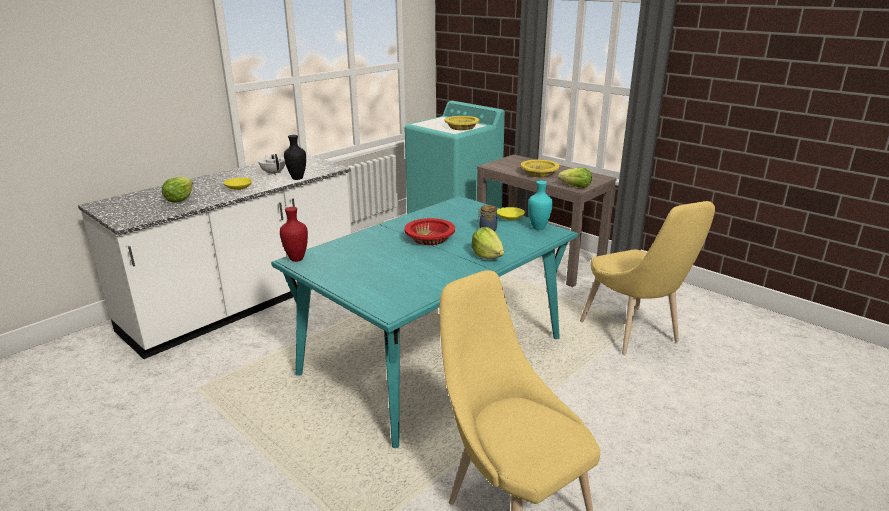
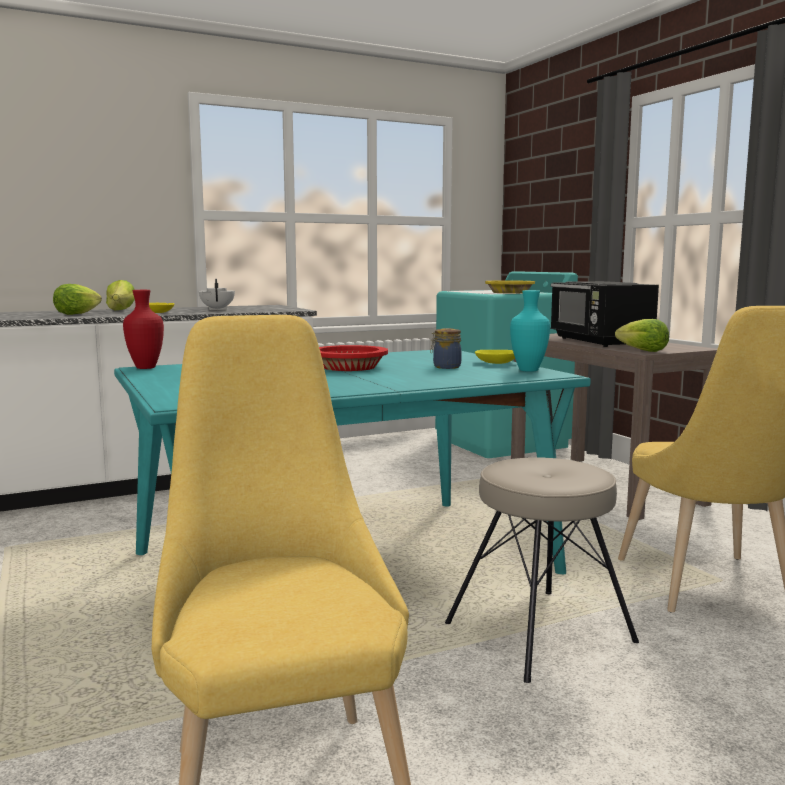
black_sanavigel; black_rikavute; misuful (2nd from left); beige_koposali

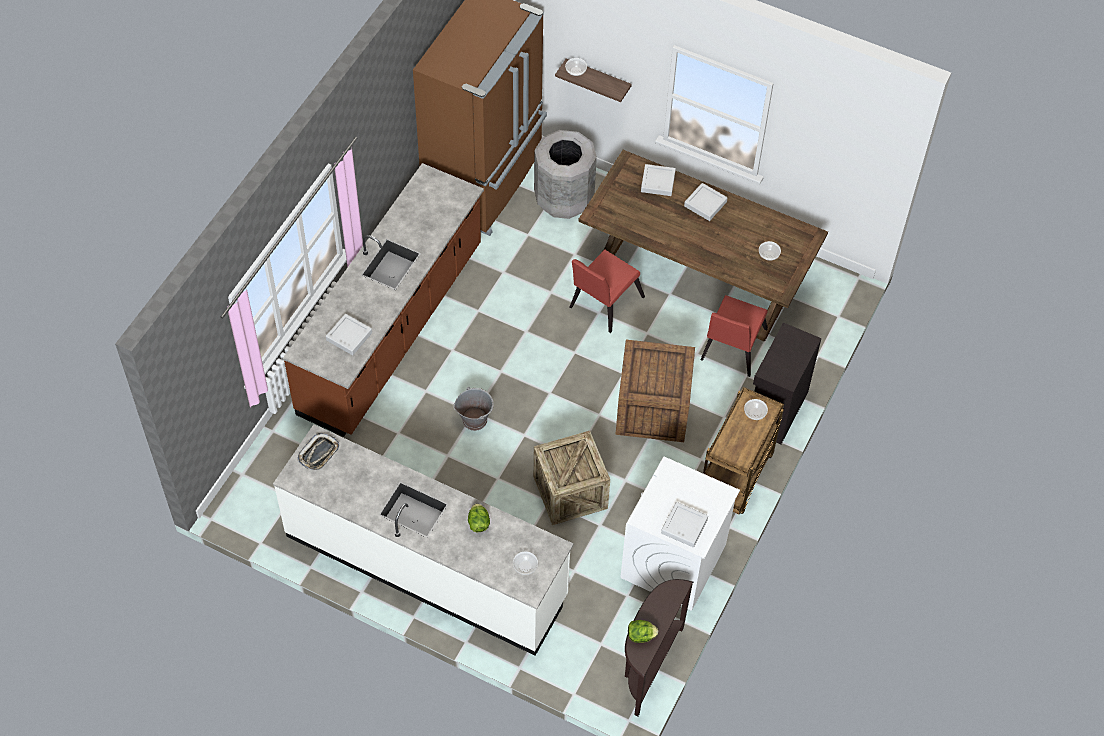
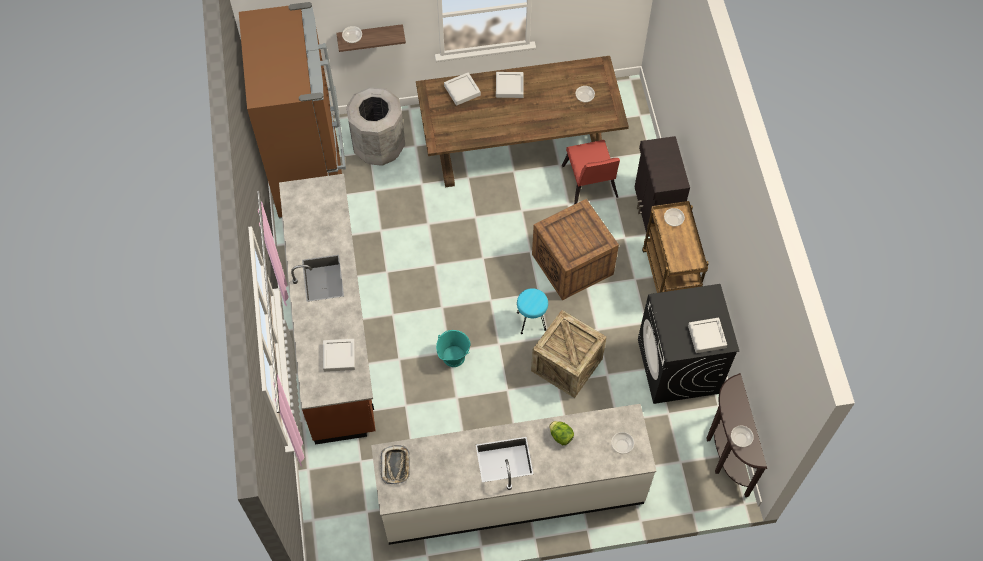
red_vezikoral (1st from left in the first image); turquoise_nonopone; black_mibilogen; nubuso (5th from left); turquoise_koposali

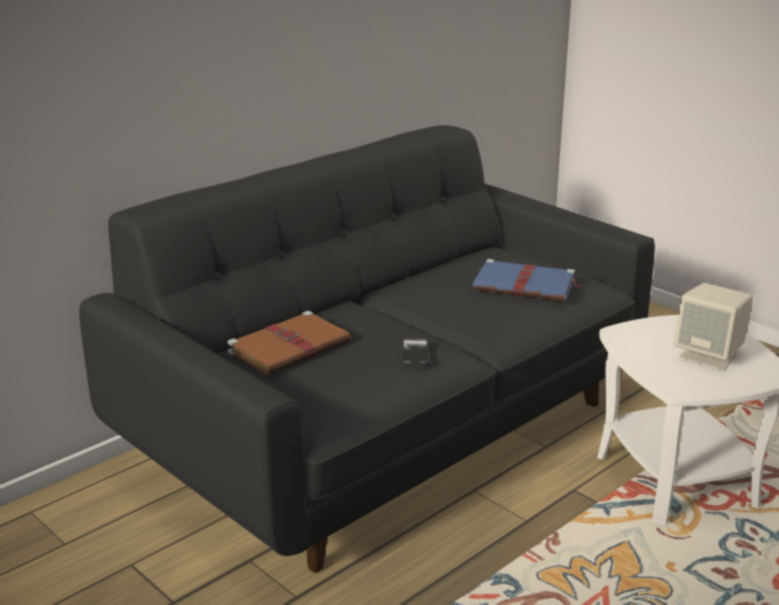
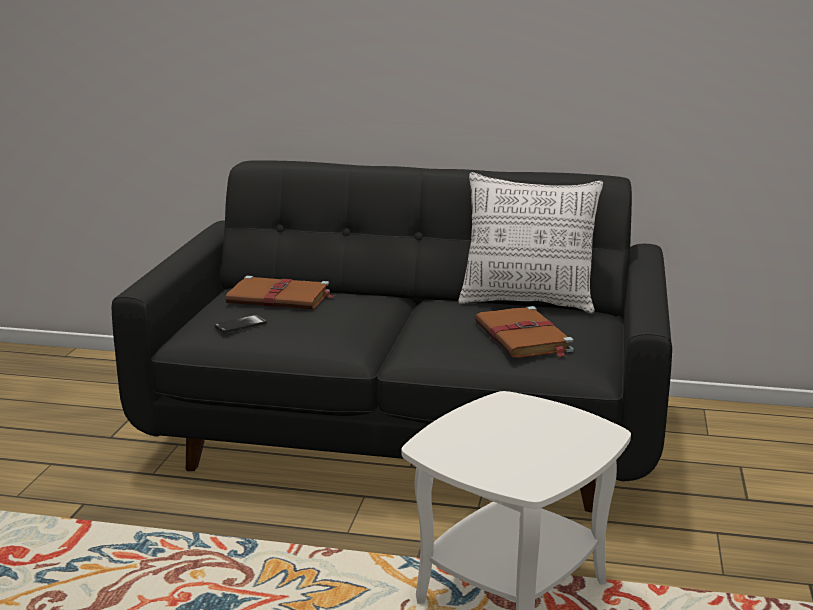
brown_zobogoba (2nd from left); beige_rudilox; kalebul; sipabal

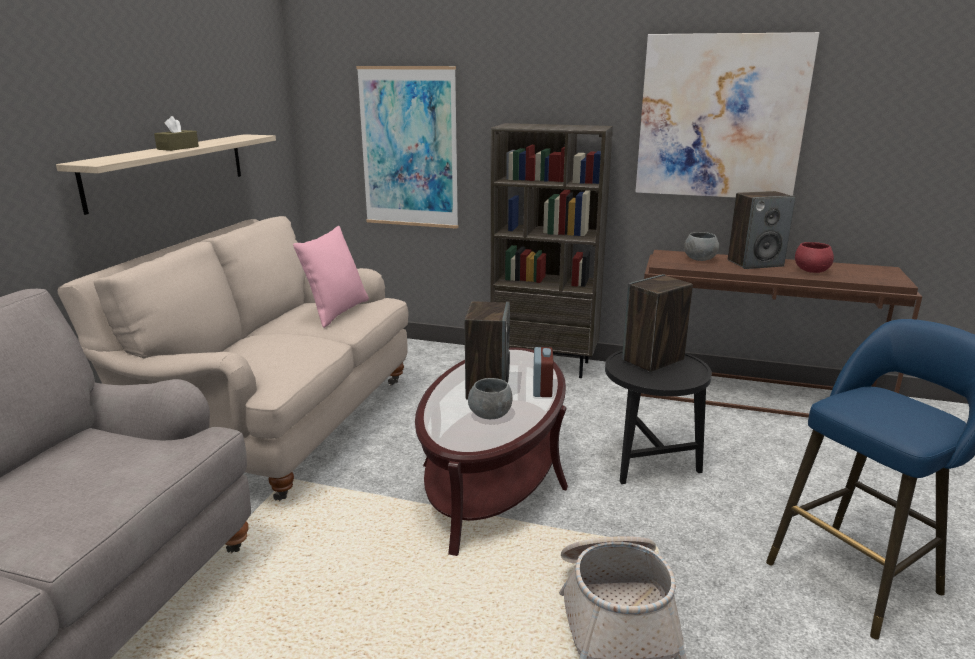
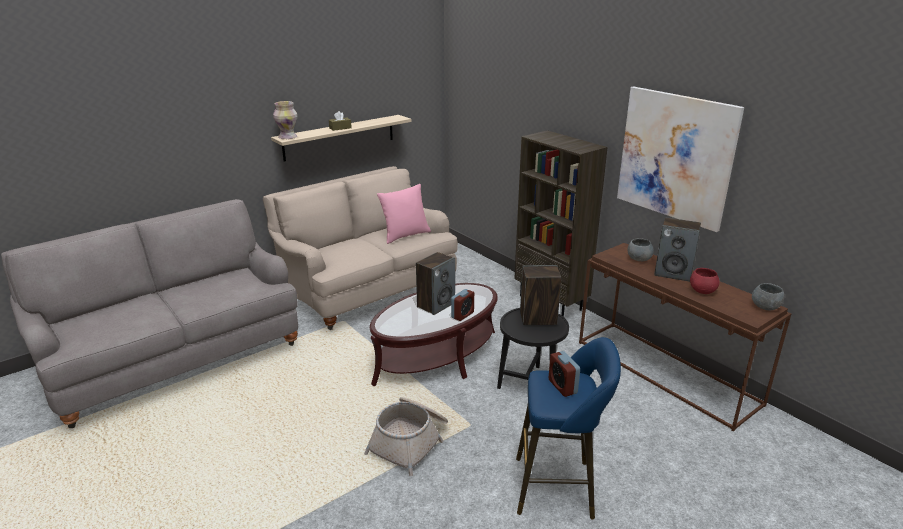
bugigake (1st from left in the first image); grey_nubuso (2nd from left); sanavigel; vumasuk (2nd from left)

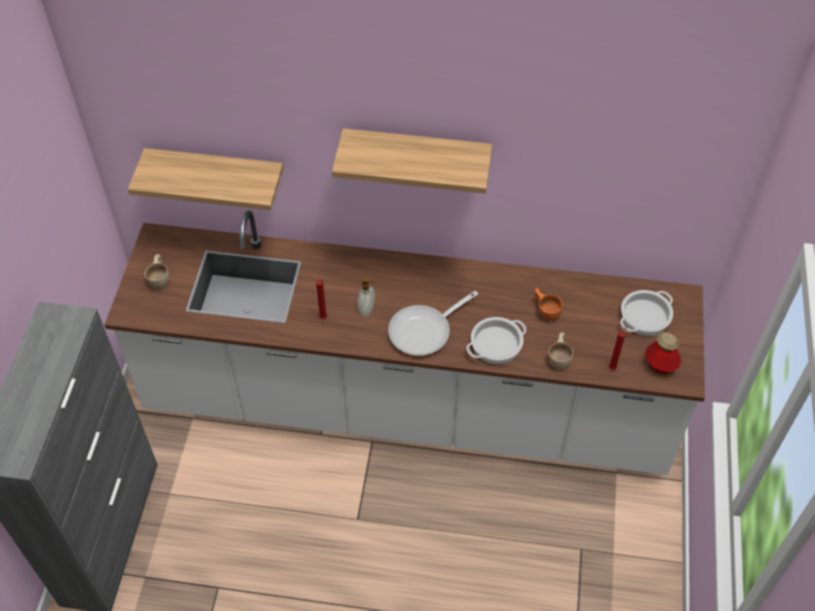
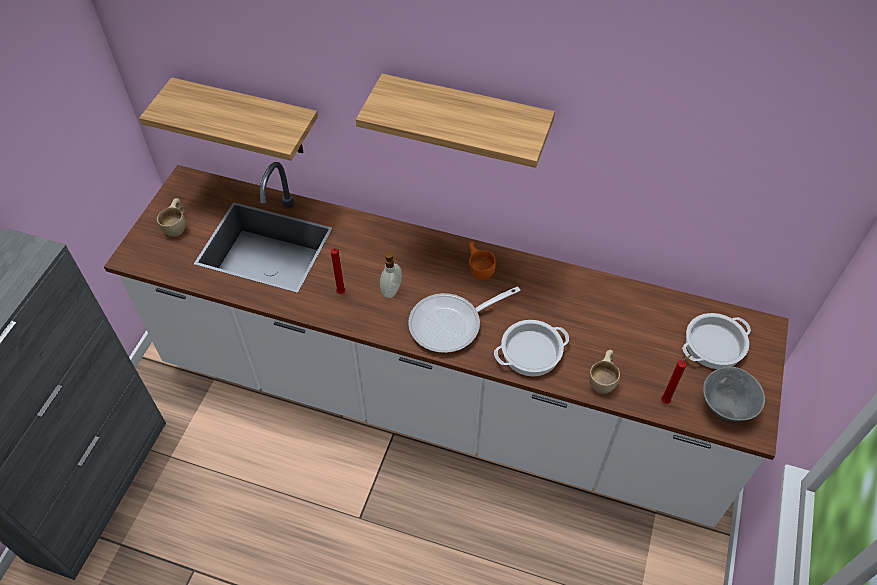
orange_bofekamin; grey_nubuso

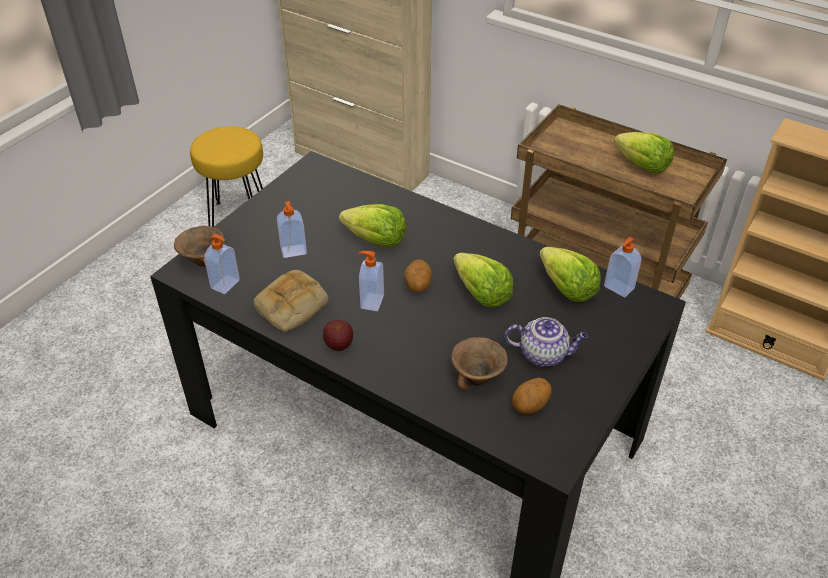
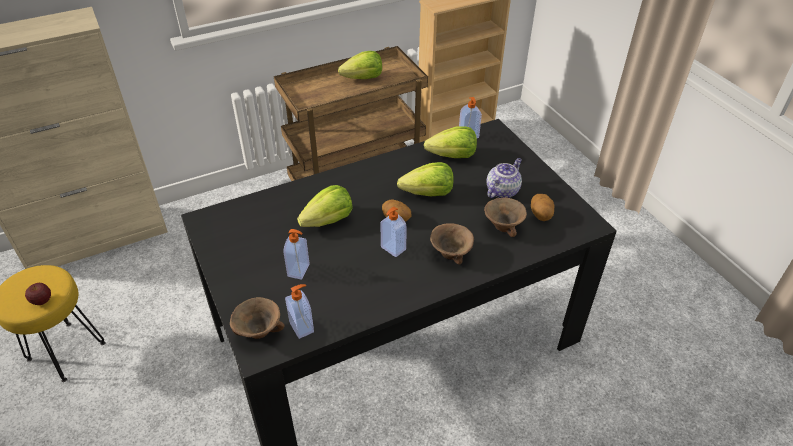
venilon; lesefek; brown_nubuso (2nd from left)

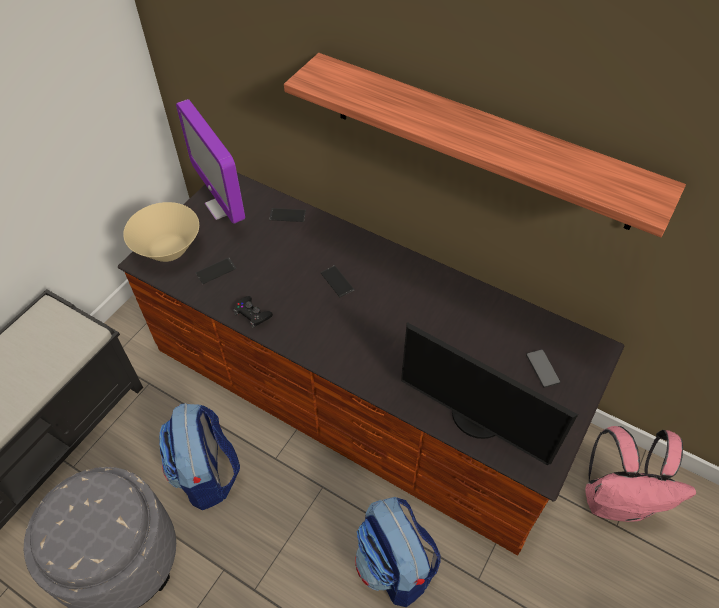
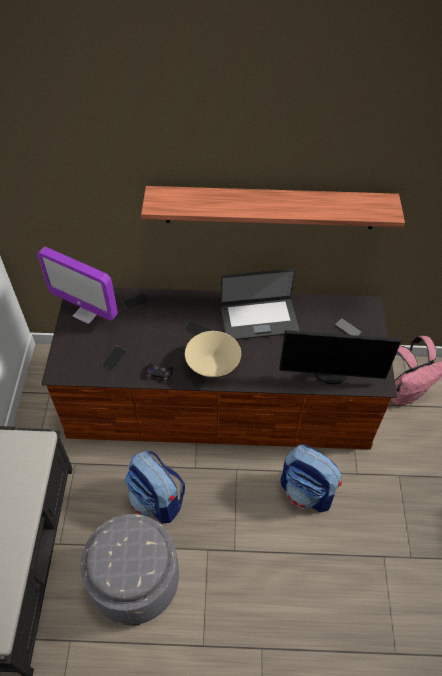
beige_nubuso; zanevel

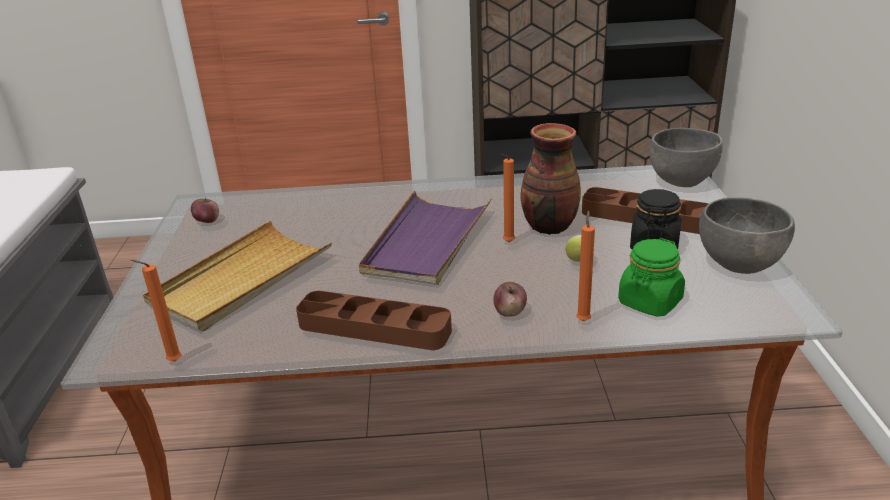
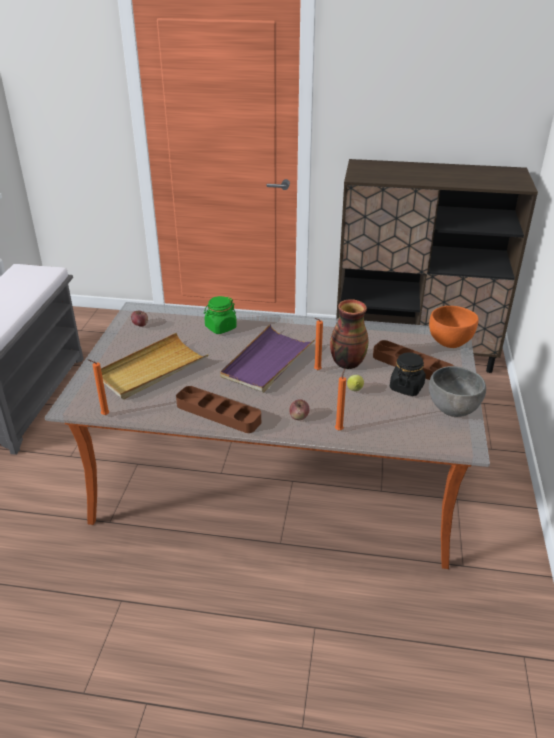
orange_nubuso; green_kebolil

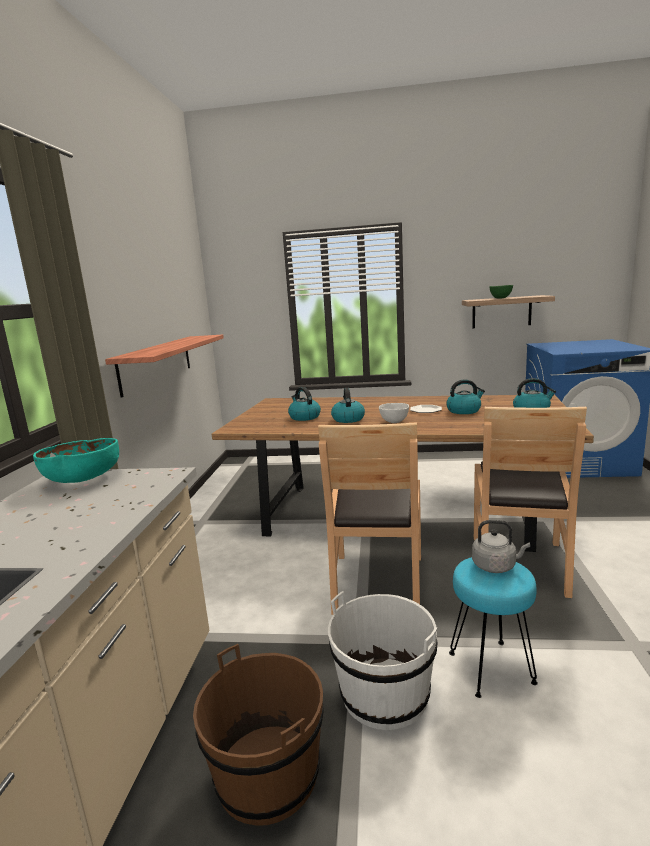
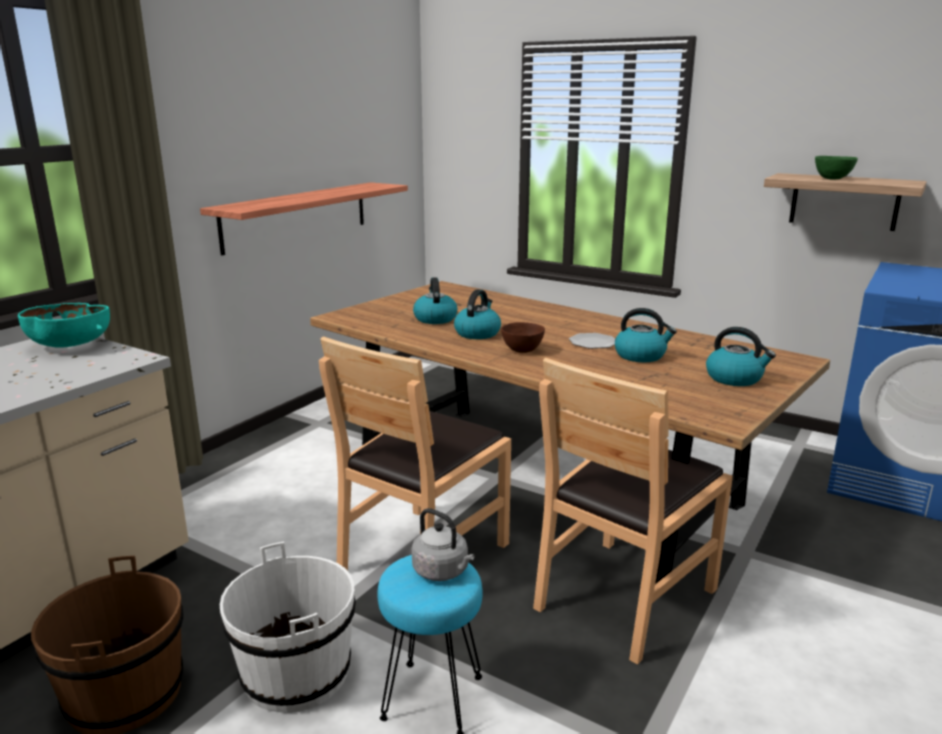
brown_nubuso

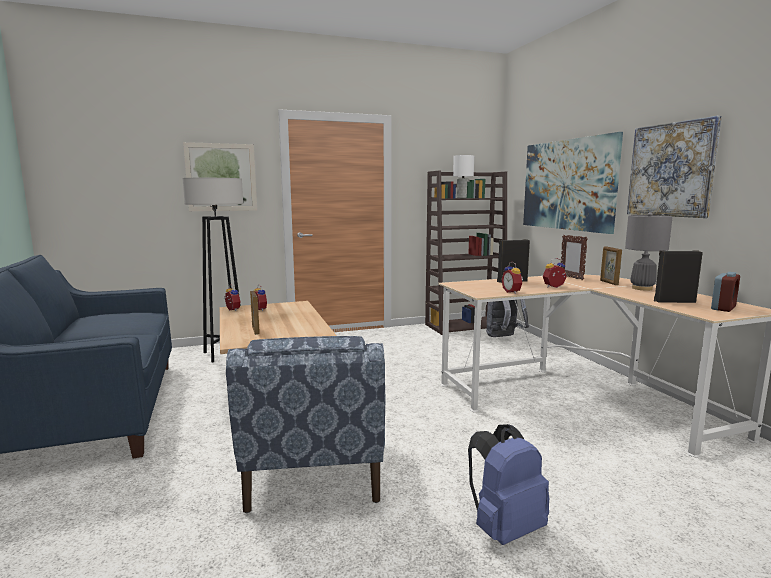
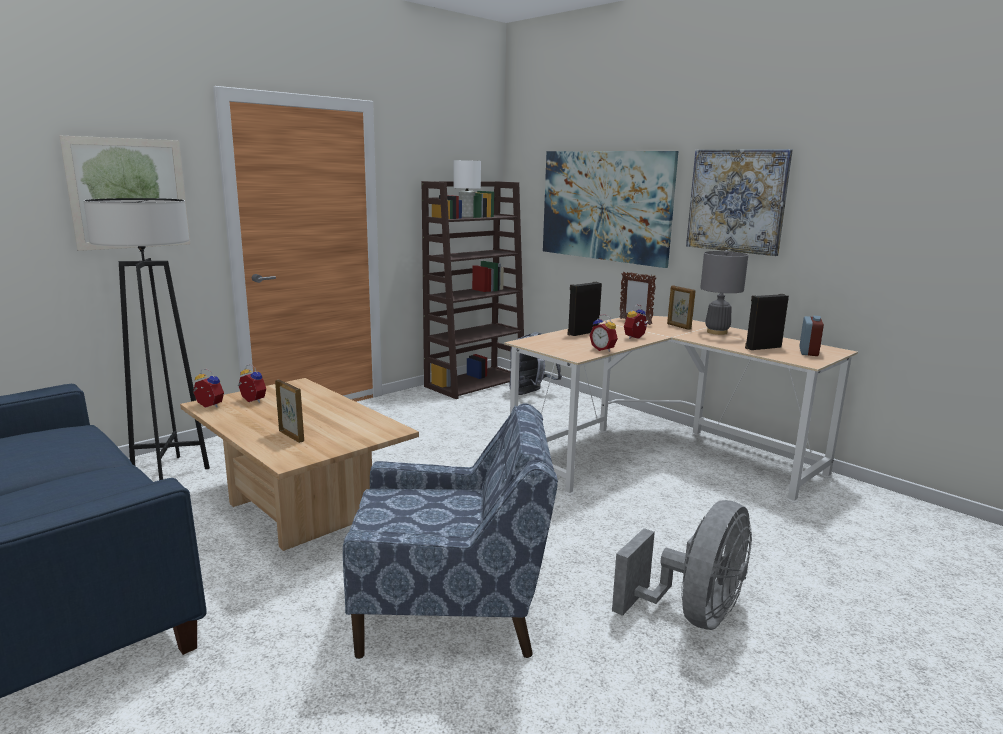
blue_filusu; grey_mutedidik

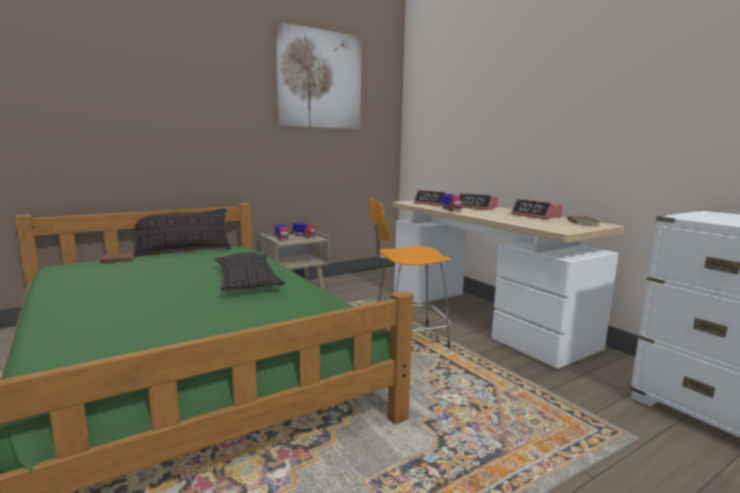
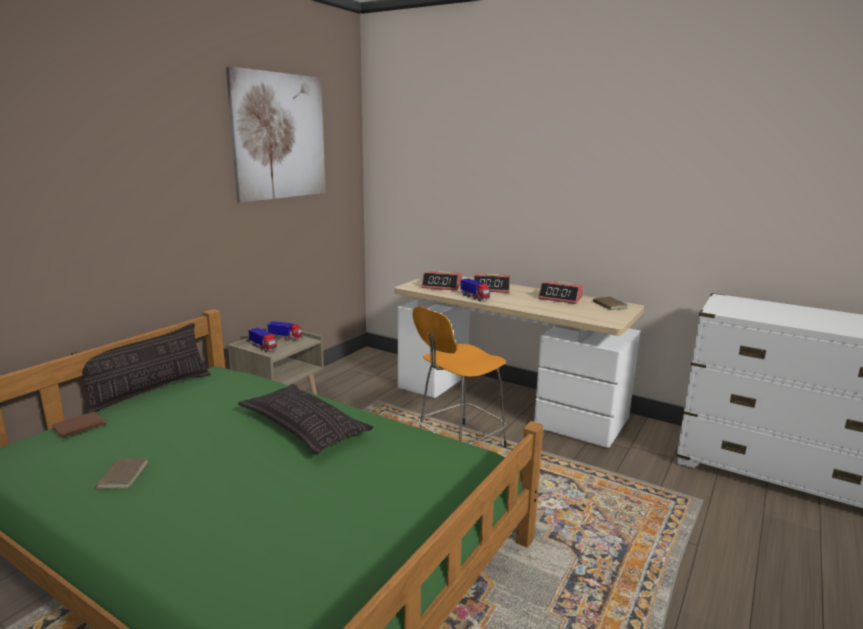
brown_zobogoba (2nd from left)

